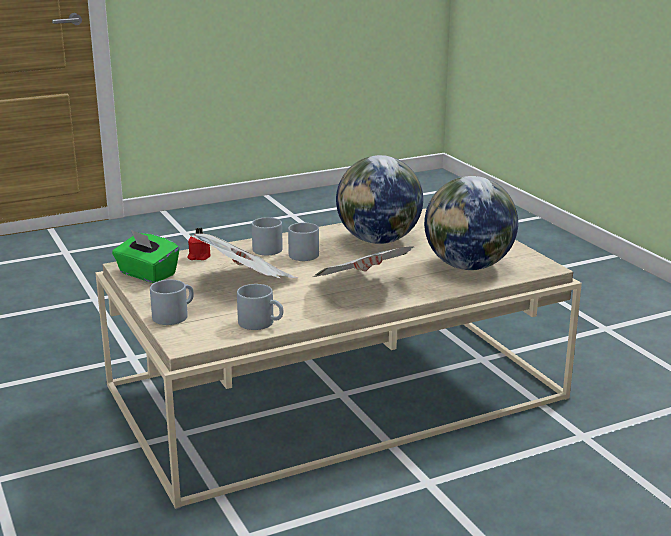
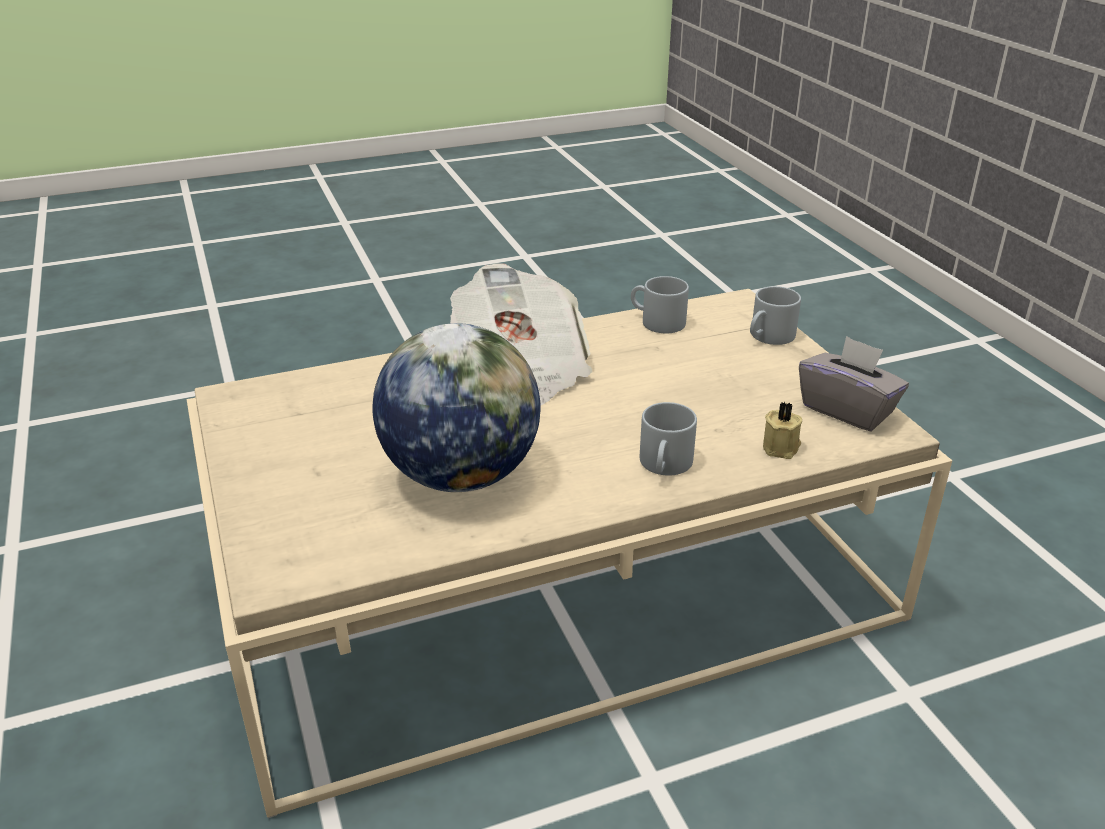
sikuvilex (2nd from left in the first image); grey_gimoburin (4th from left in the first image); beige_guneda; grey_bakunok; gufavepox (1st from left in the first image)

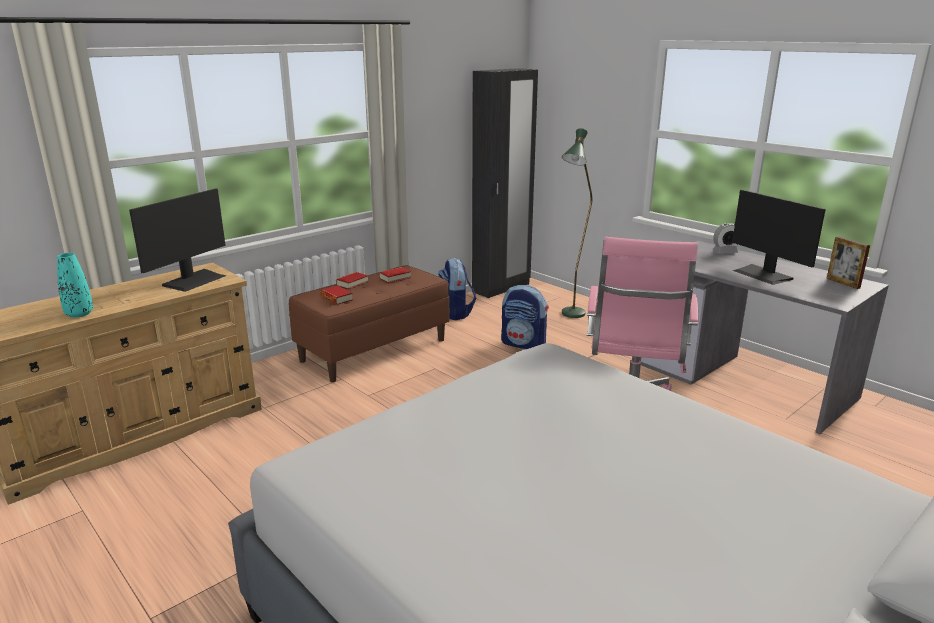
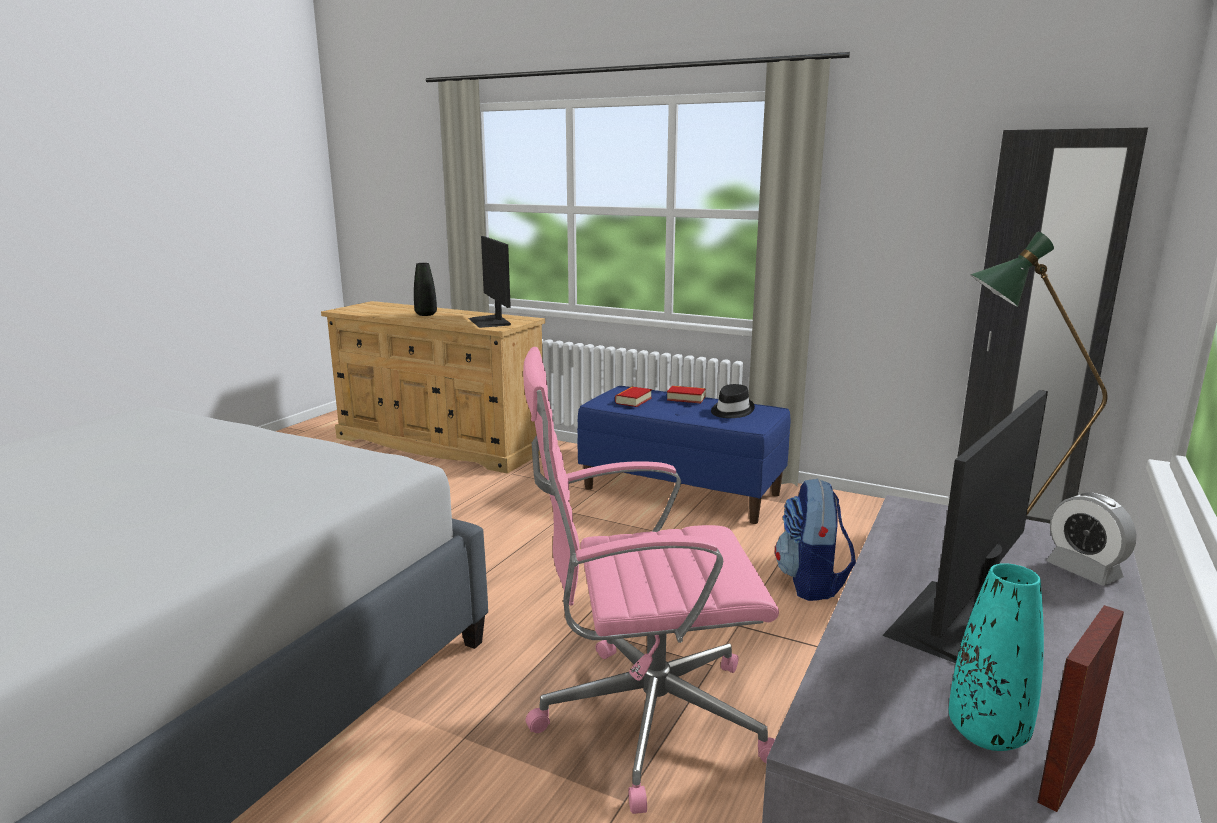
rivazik (1st from left); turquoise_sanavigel; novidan (1st from left in the first image); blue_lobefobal; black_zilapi; black_sanavigel

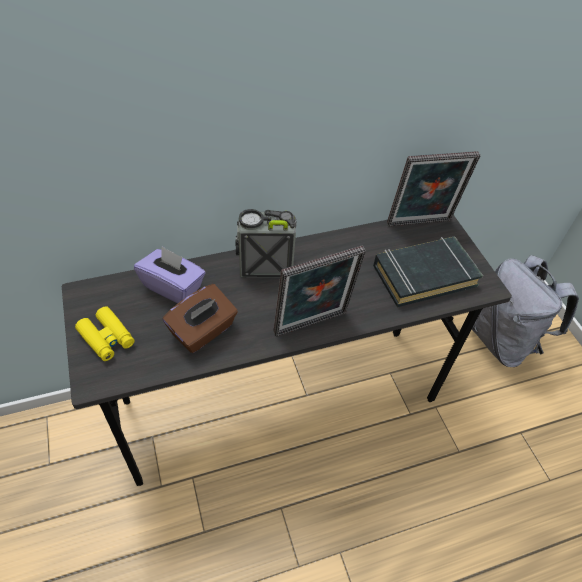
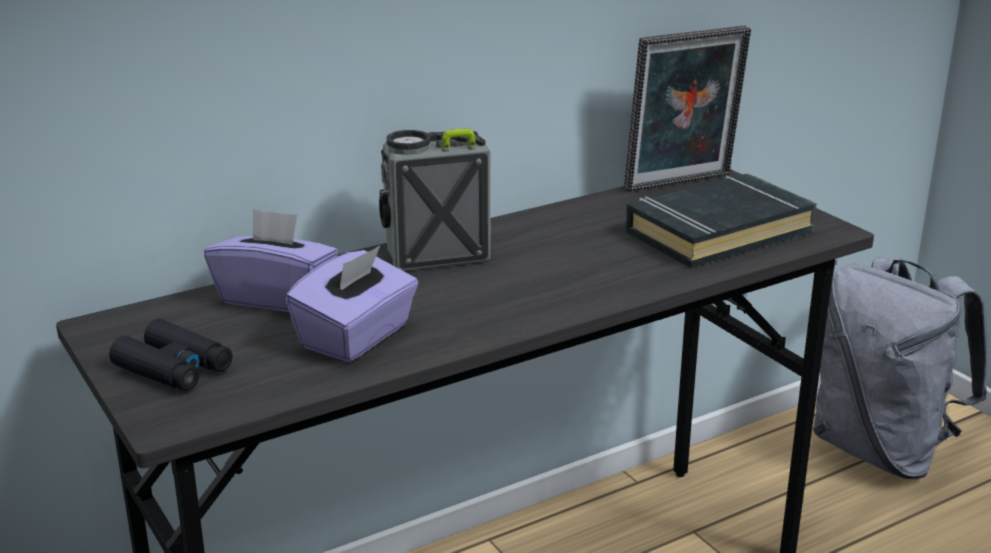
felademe (1st from left in the first image); purple_bakunok (2nd from left); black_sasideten

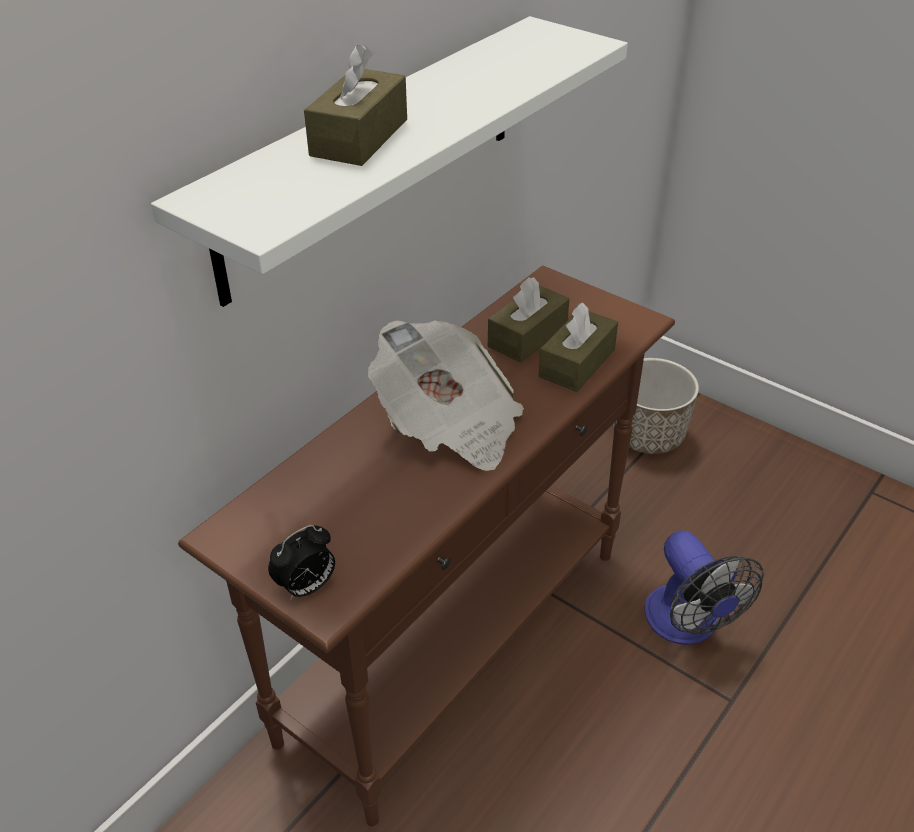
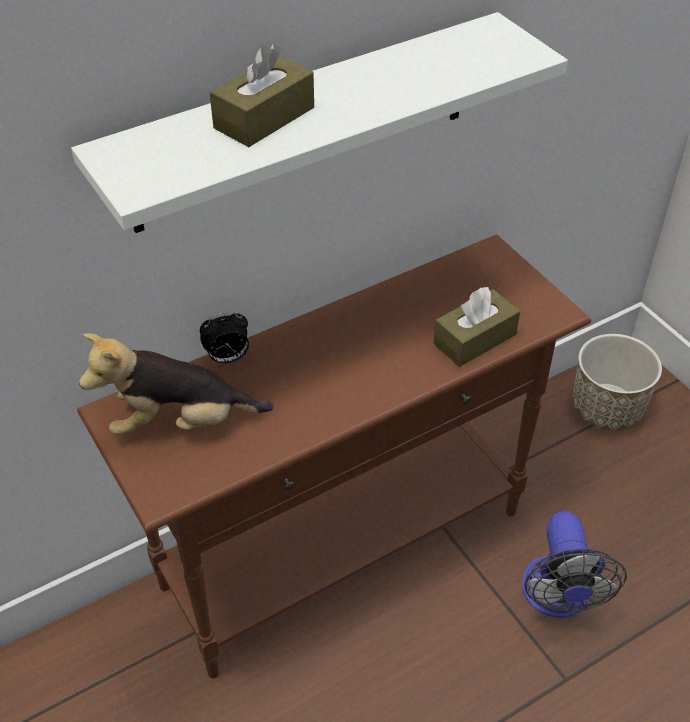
brown_bakunok (2nd from left in the first image); gufavepox; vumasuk; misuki

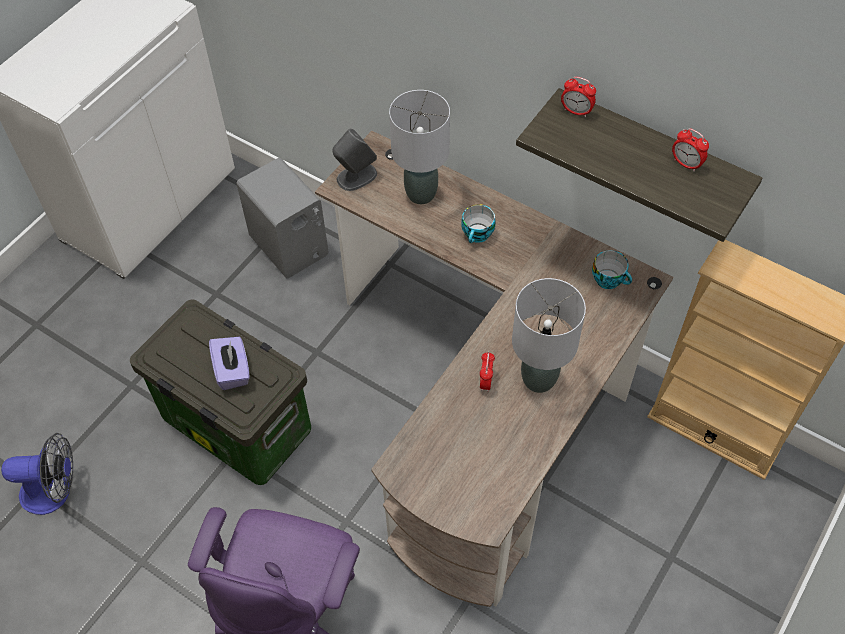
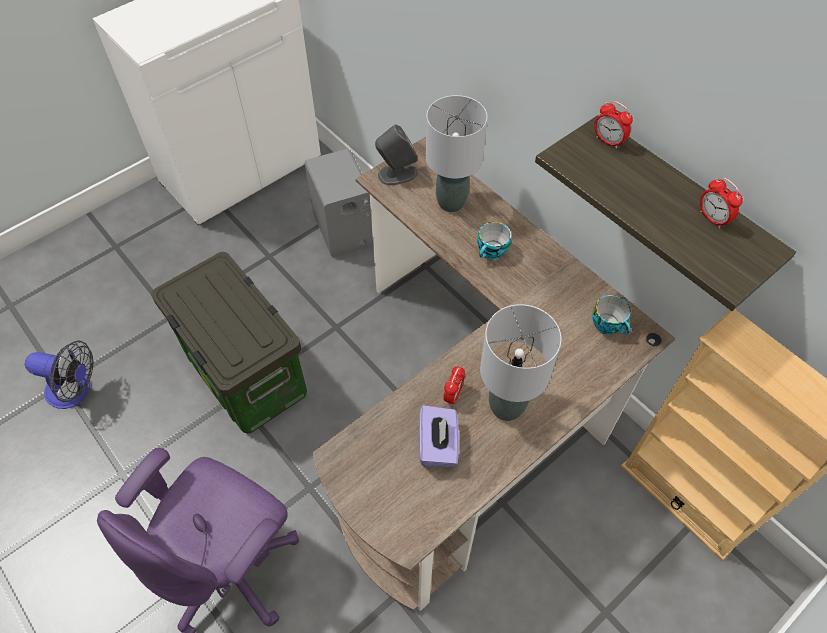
purple_bakunok

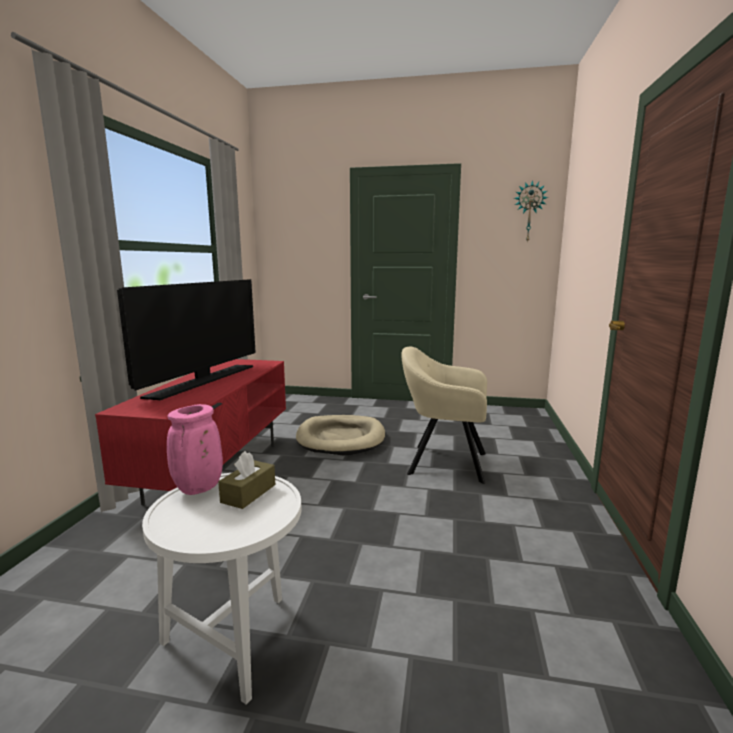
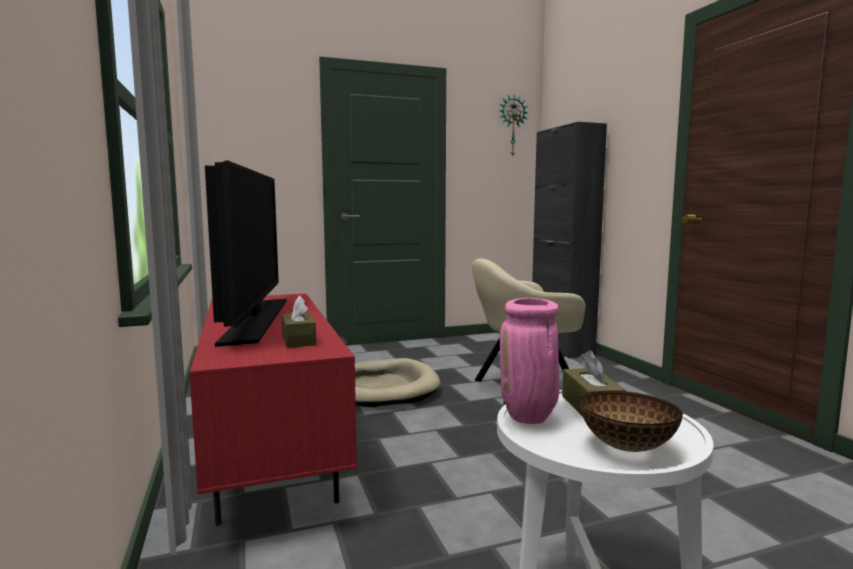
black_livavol; brown_bakunok (1st from left); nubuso

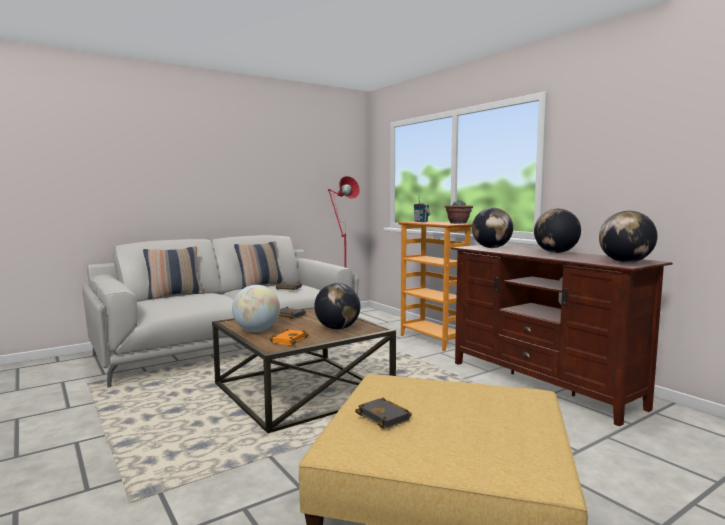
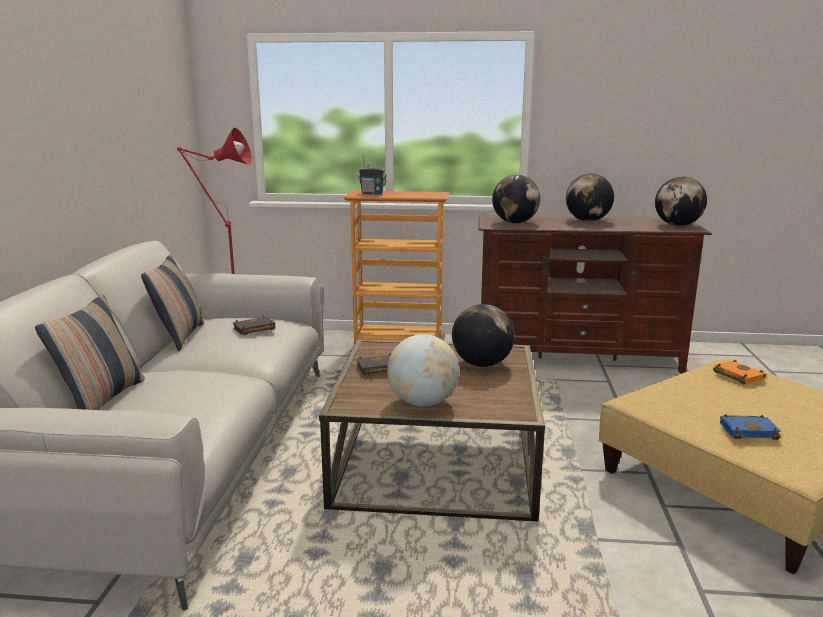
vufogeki; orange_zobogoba; blue_zobogoba

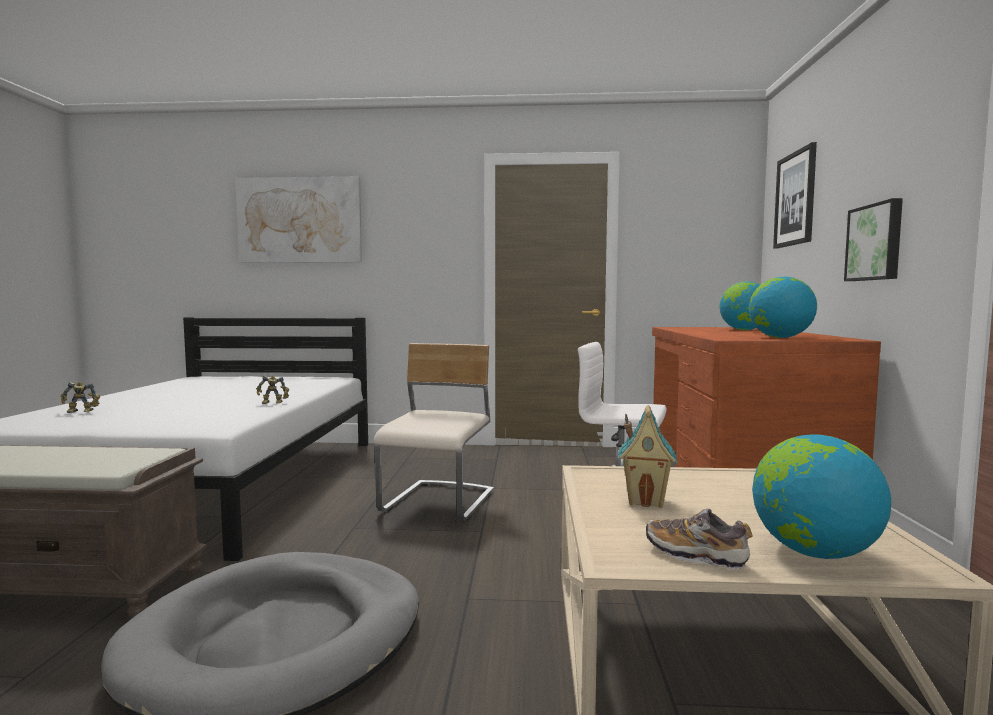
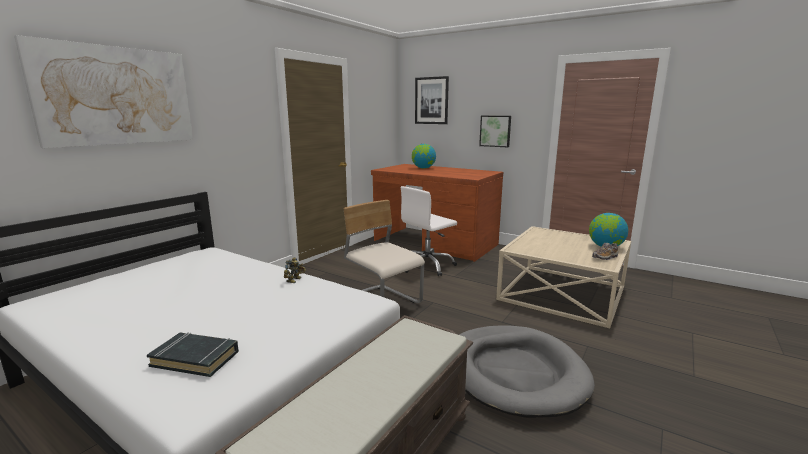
sikuvilex (2nd from left in the first image); black_zobogoba; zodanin

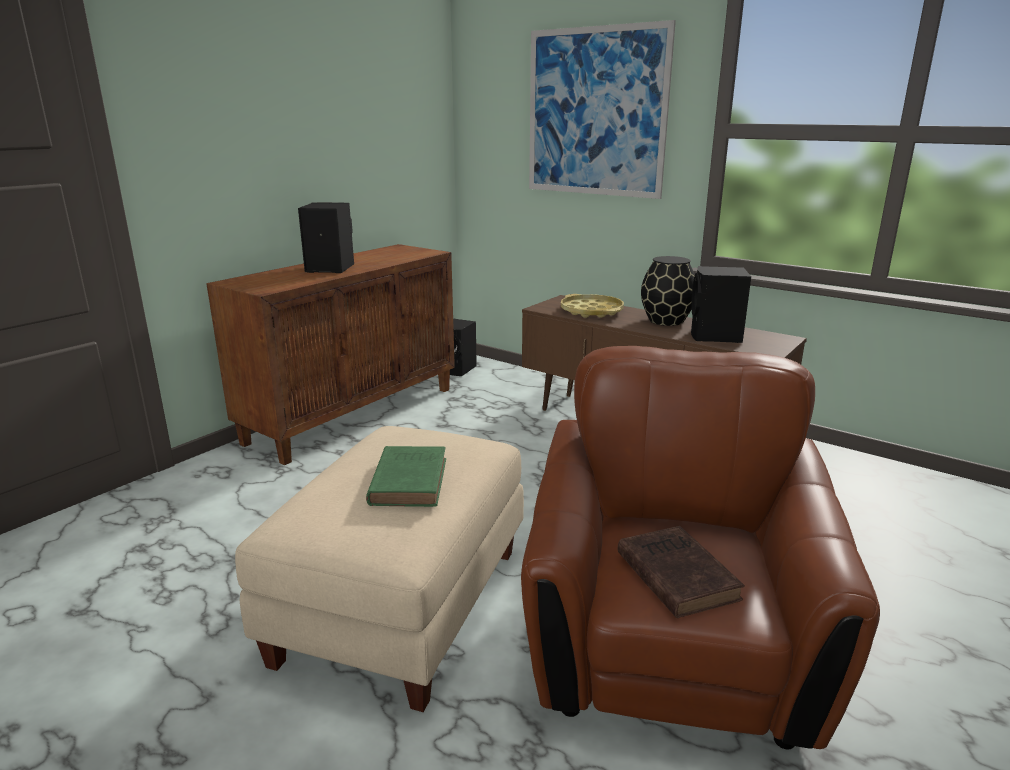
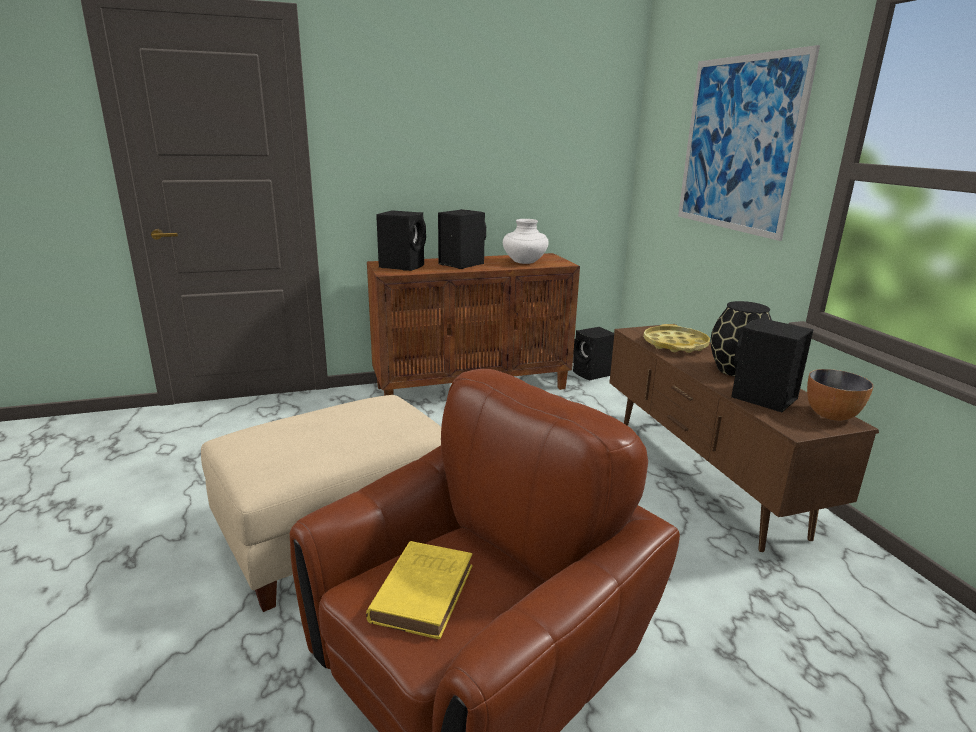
green_zobogoba; yellow_zobogoba; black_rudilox (1st from left); white_sanavigel; nubuso

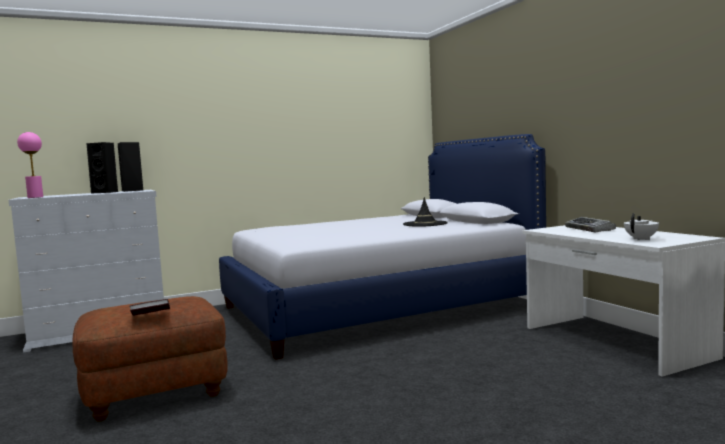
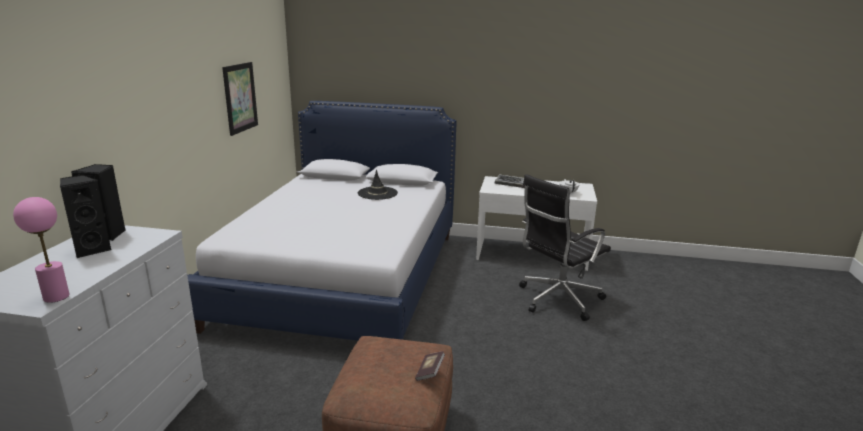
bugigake; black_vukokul

